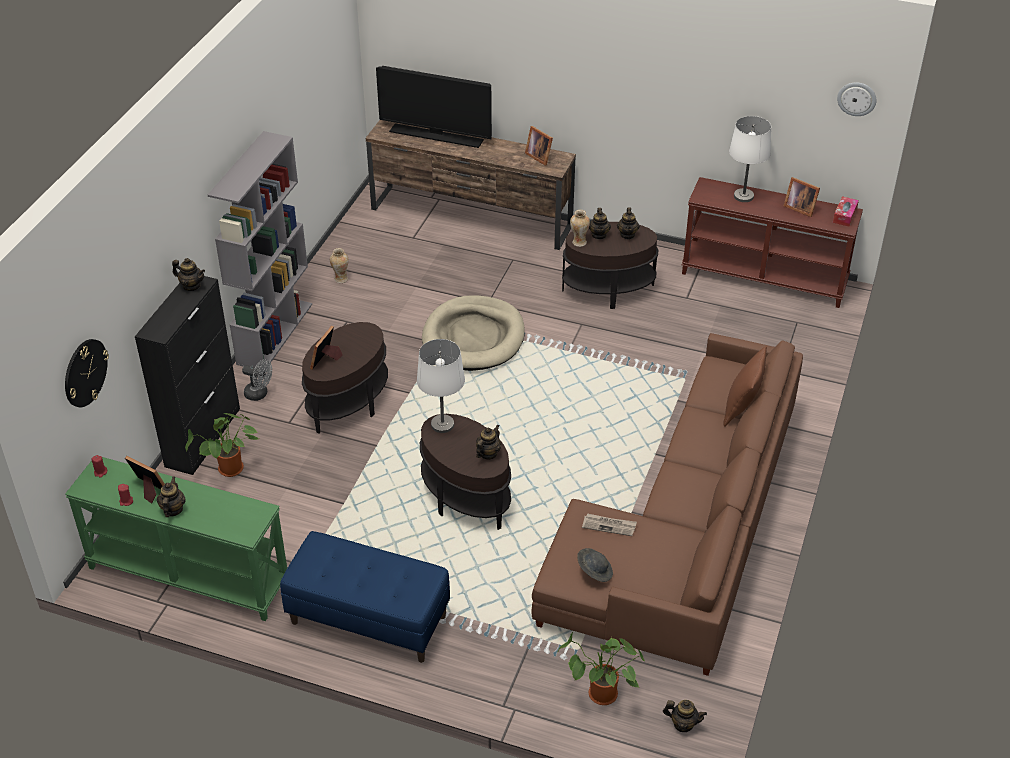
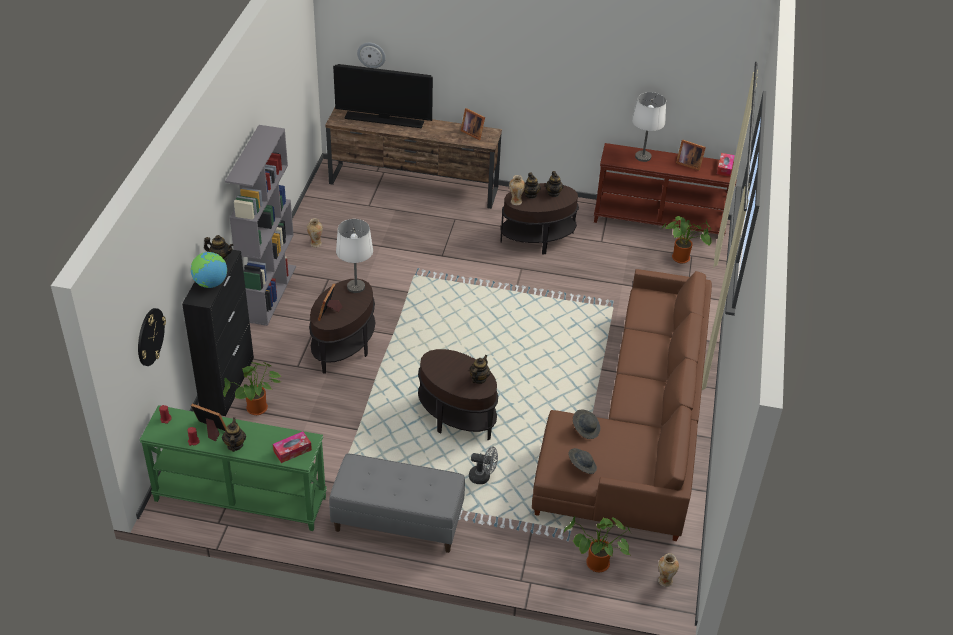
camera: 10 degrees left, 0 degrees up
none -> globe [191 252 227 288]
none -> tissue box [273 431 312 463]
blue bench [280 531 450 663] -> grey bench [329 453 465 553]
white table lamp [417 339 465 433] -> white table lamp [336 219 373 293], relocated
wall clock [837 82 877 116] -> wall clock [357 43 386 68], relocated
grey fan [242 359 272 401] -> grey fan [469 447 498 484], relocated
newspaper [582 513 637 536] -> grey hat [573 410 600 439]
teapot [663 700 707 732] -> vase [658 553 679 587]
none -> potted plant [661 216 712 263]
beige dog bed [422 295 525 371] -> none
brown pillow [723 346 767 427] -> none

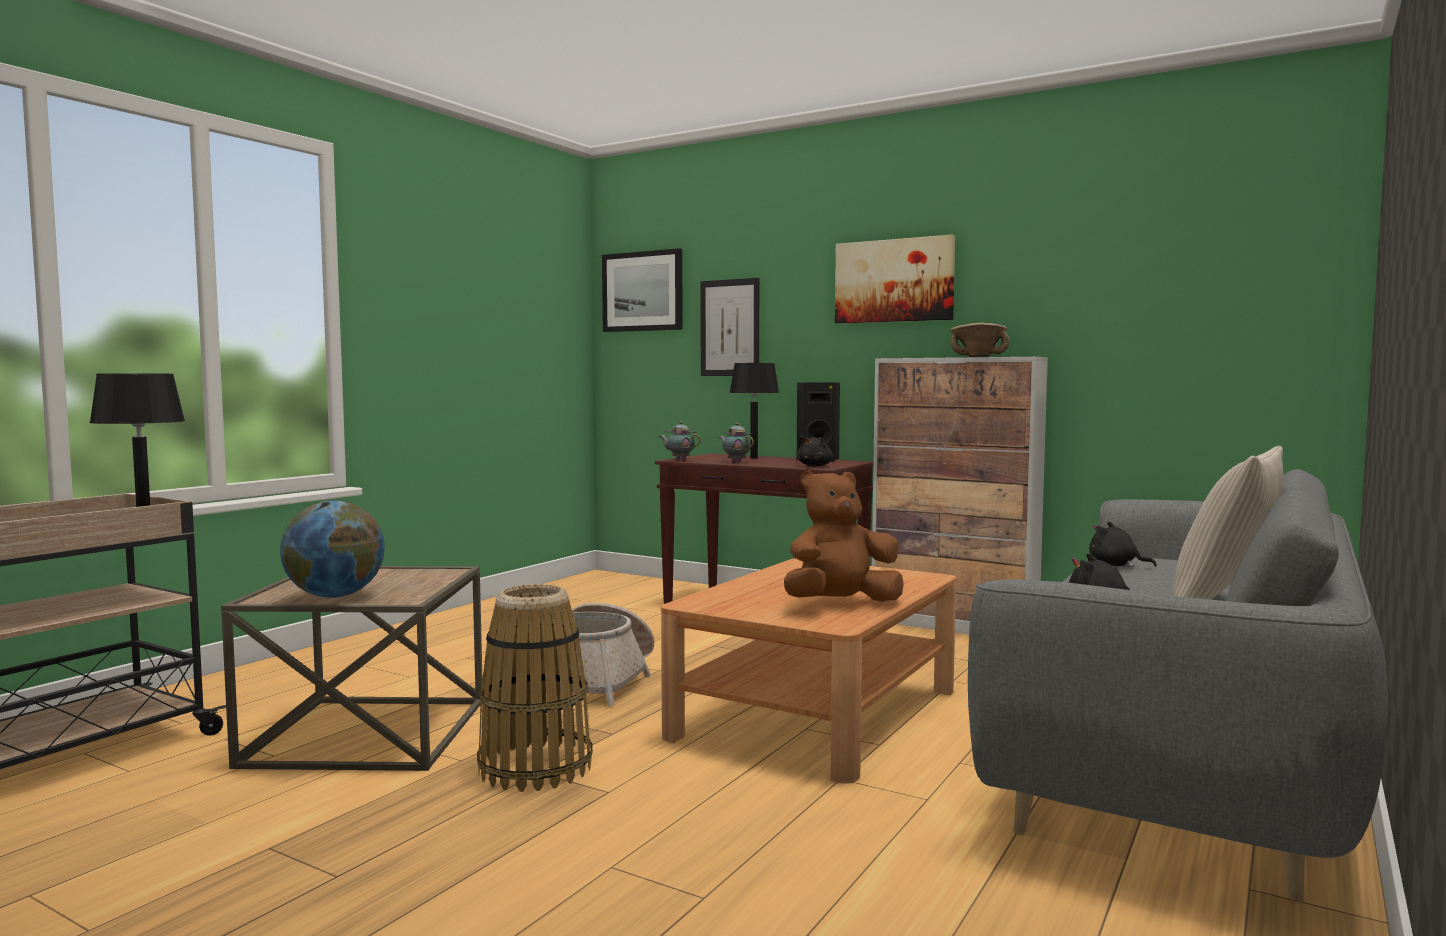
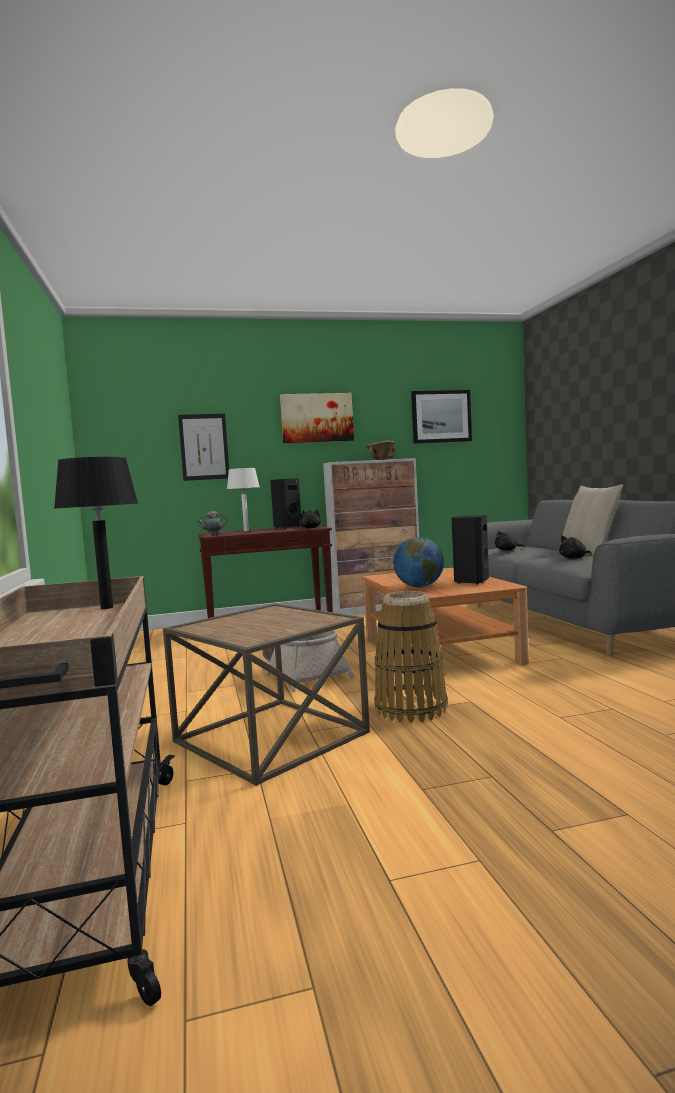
camera: 45 degrees left, 0 degrees up
black table lamp [729 363 779 459] -> white table lamp [227 468 260 531]
globe [280 501 385 598] -> globe [393 537 444 587], relocated
picture [602 248 683 332] -> picture [411 390 472 443], relocated
brown plush toy [784 470 904 602] -> black speaker [452 515 489 584]
teapot [719 423 754 462] -> none

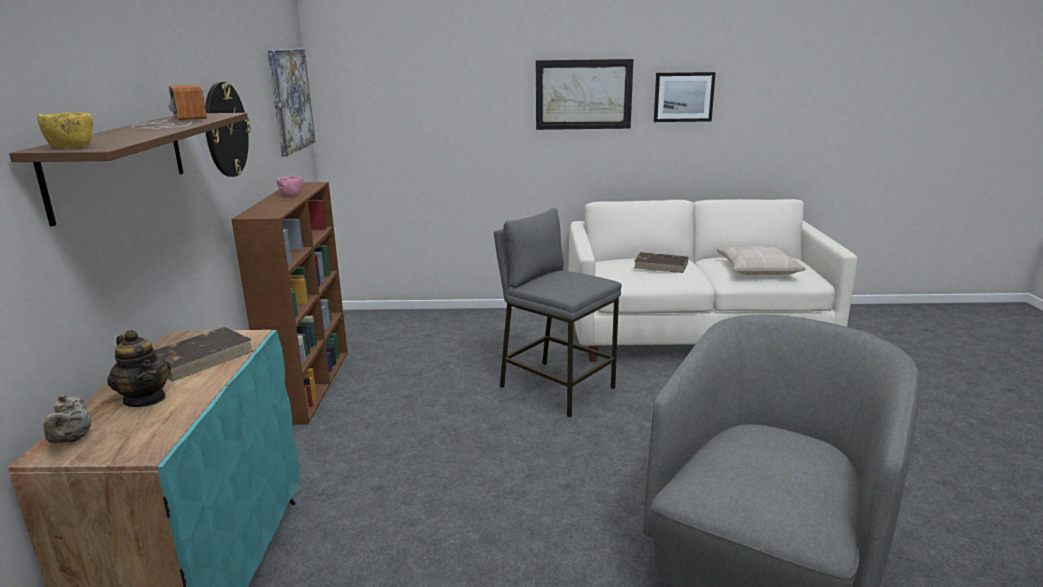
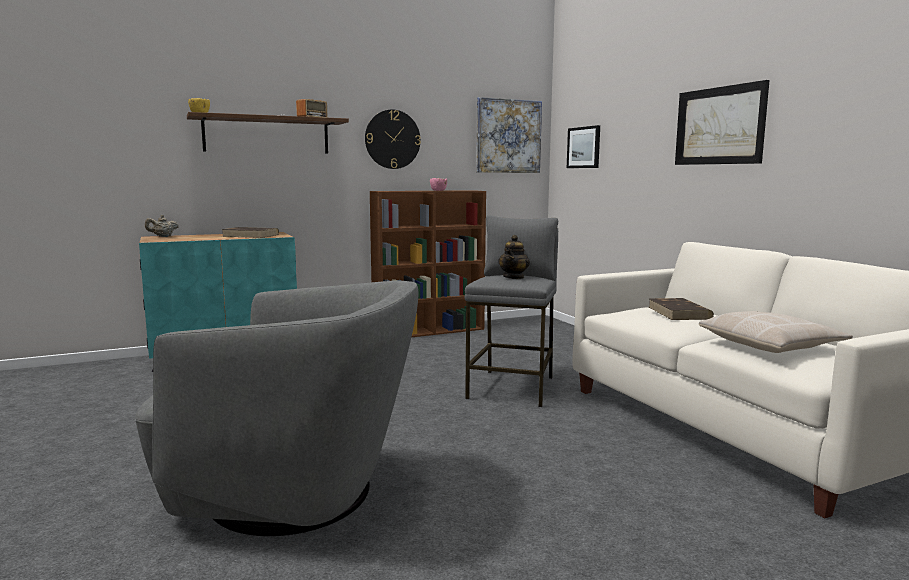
camera: 65 degrees right, 10 degrees down
teapot [107 330 171 407] -> teapot [498 235 530 279], relocated
picture [654 72 716 122] -> picture [567 125 600 168], relocated

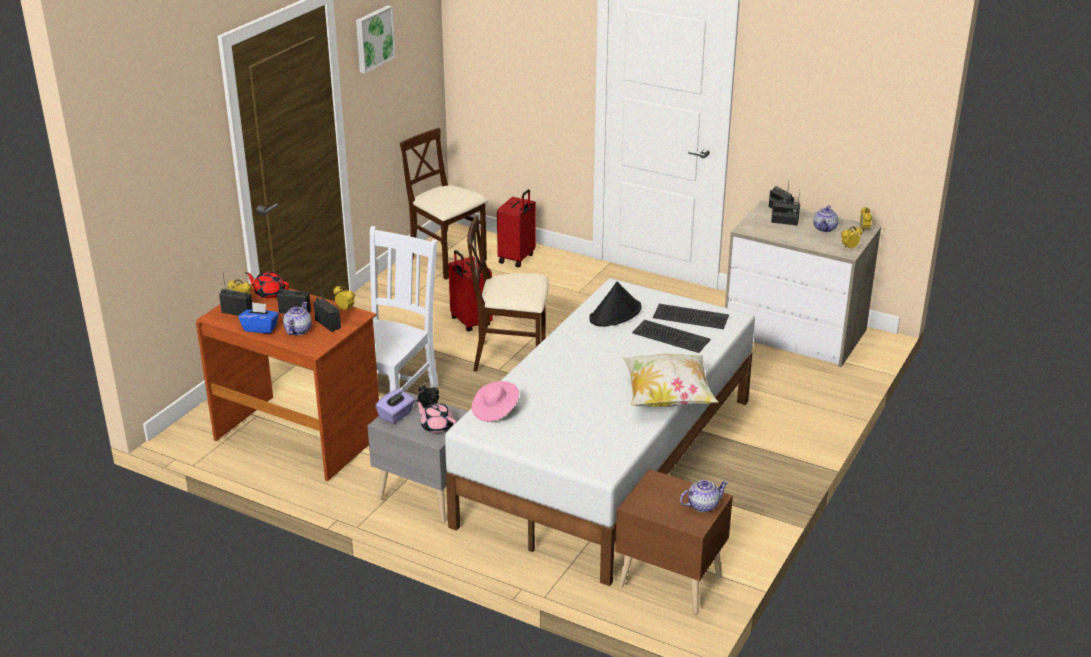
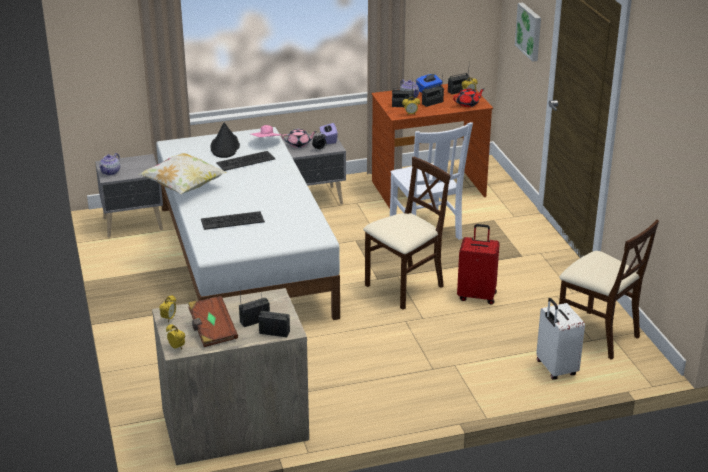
camera: 135 degrees right, 0 degrees up
brown nightstand [615 469 733 614] -> grey nightstand [95 154 163 238]
teapot [813 205 838 232] -> brown book [188 296 238 347]
black hat [589 282 642 327] -> black hat [211 122 240 158], relocated
keyboard [653 304 729 329] -> keyboard [216 151 275 171], relocated
picture [356 6 396 73] -> picture [515 3 541 62], relocated
red suitcase [497 189 536 267] -> white suitcase [536 298 585 380]
beige chair [400 128 487 280] -> beige chair [559 220 659 360], 45 degrees clockwise

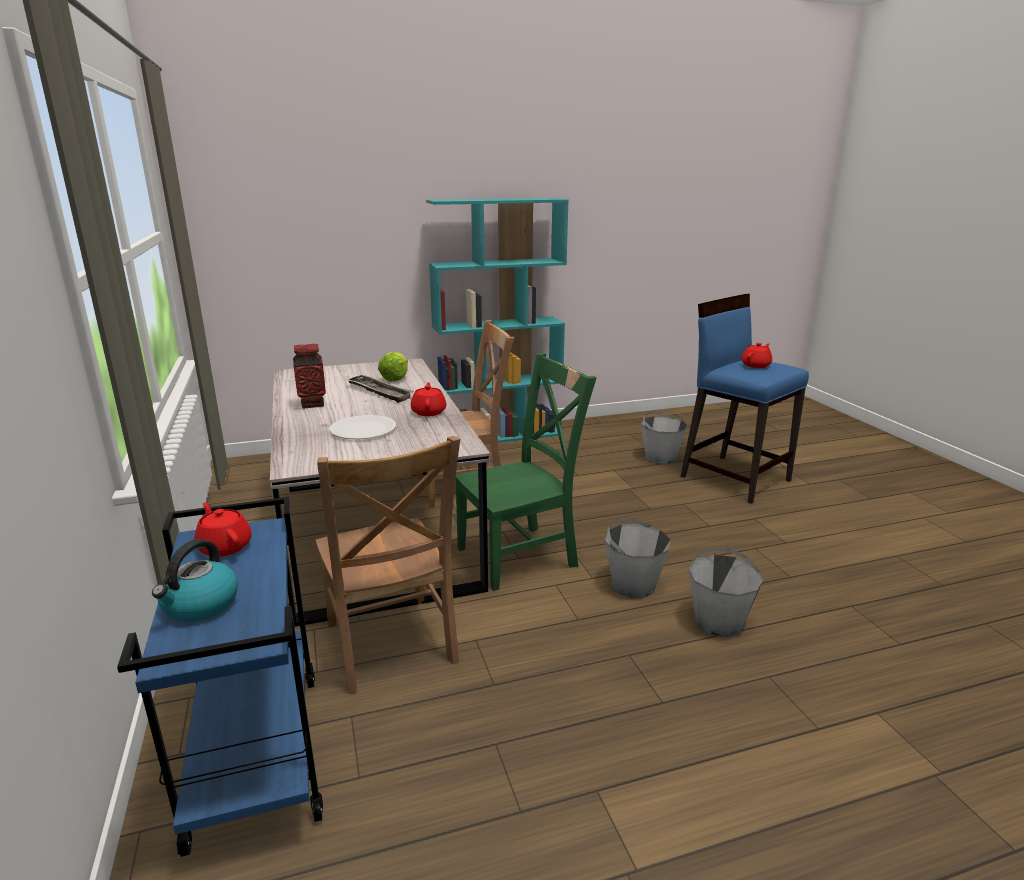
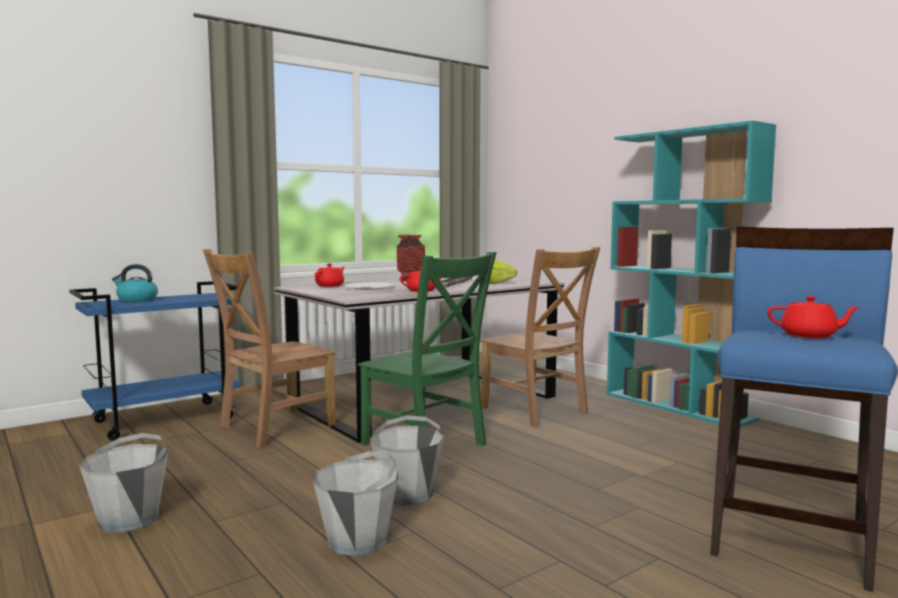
camera: 70 degrees right, 15 degrees down
grey bucket [641 411 687 464] -> grey bucket [79 433 169 533], relocated
red teapot [194 502 252 557] -> red teapot [315 264 345 287], relocated

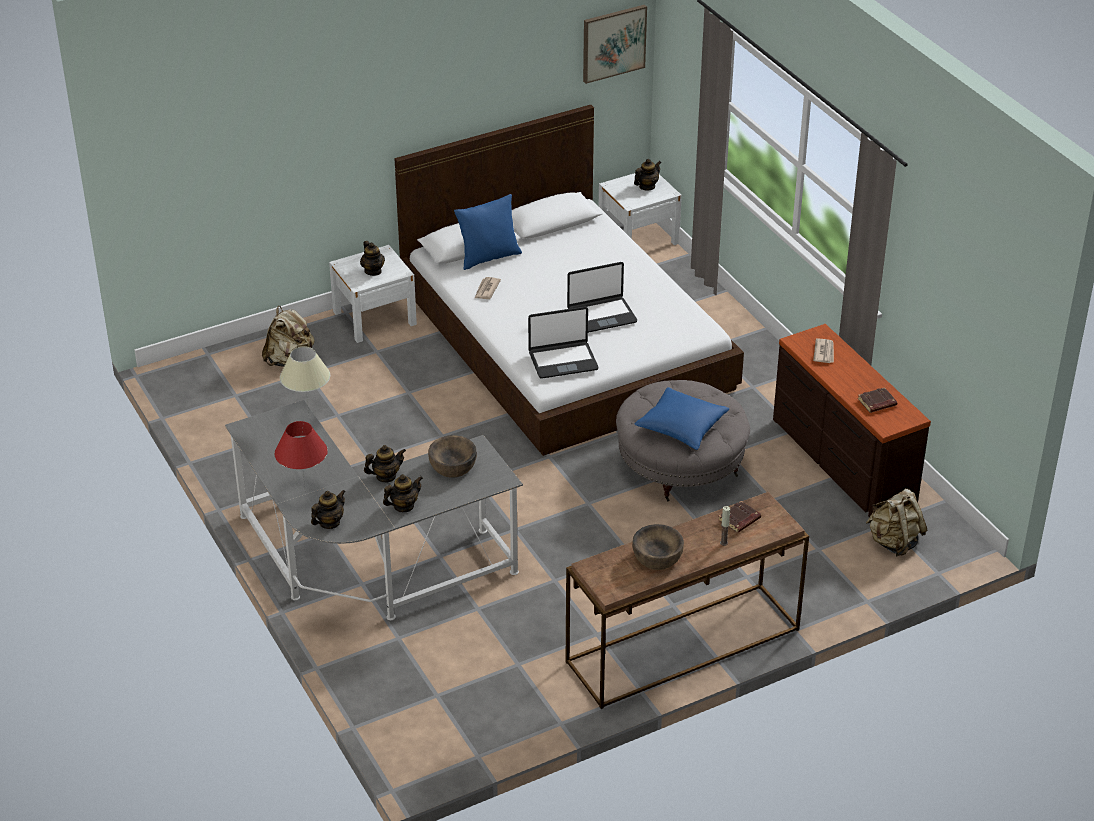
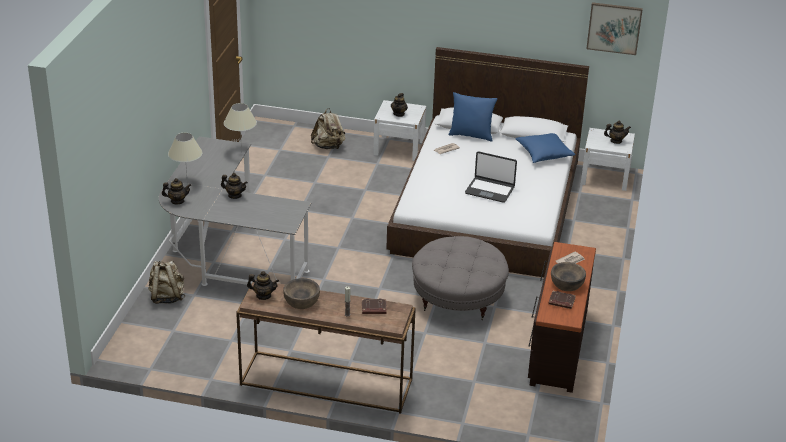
camera: 40 degrees right, 5 degrees down
beige backpack [866 489 927 556] -> beige backpack [148 261 185 304], relocated
red table lamp [275 421 328 490] -> beige table lamp [168 133 203 174]
teapot [383 474 423 512] -> teapot [247 271 279 300], relocated
blue pillow [634 387 729 450] -> blue pillow [515 133 575 163], relocated
brown bowl [428 435 477 478] -> brown bowl [551 262 586 291], relocated
laptop [528 307 598 379] -> none

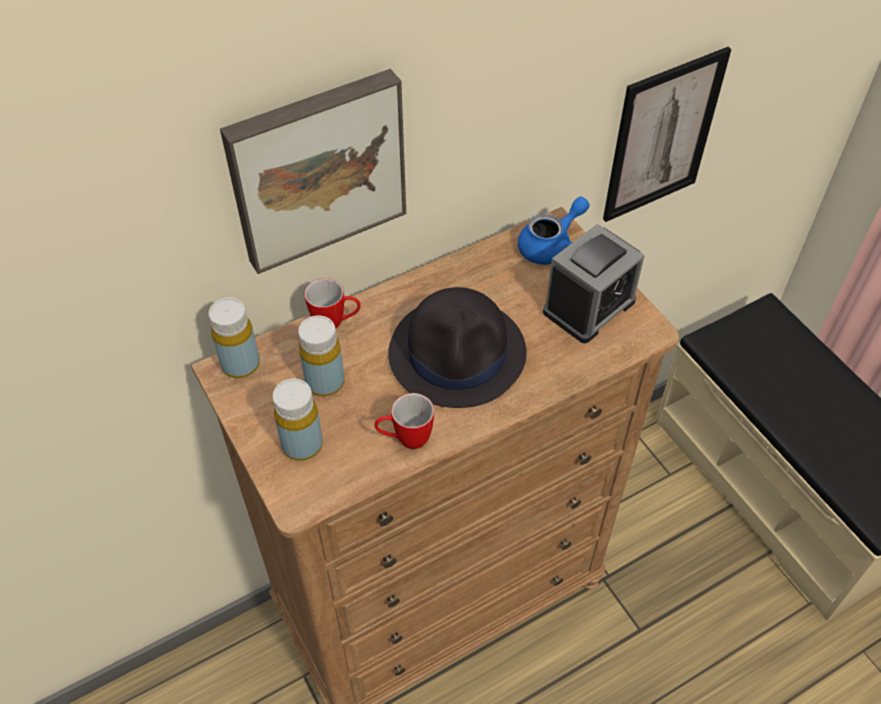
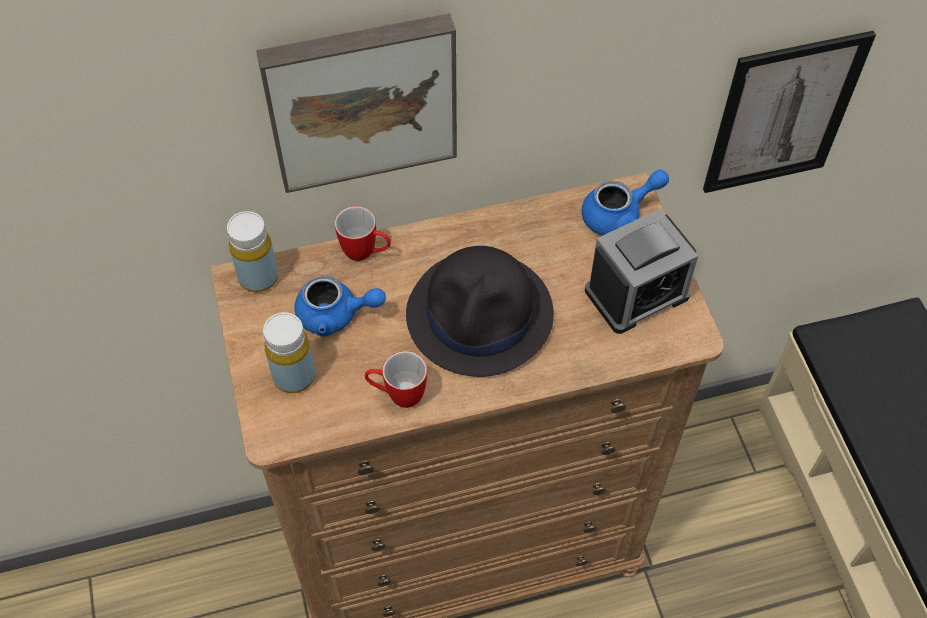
camera: 15 degrees right, 5 degrees up
yellow bottle [298 315 344 396] -> blue teapot [294 275 386 336]

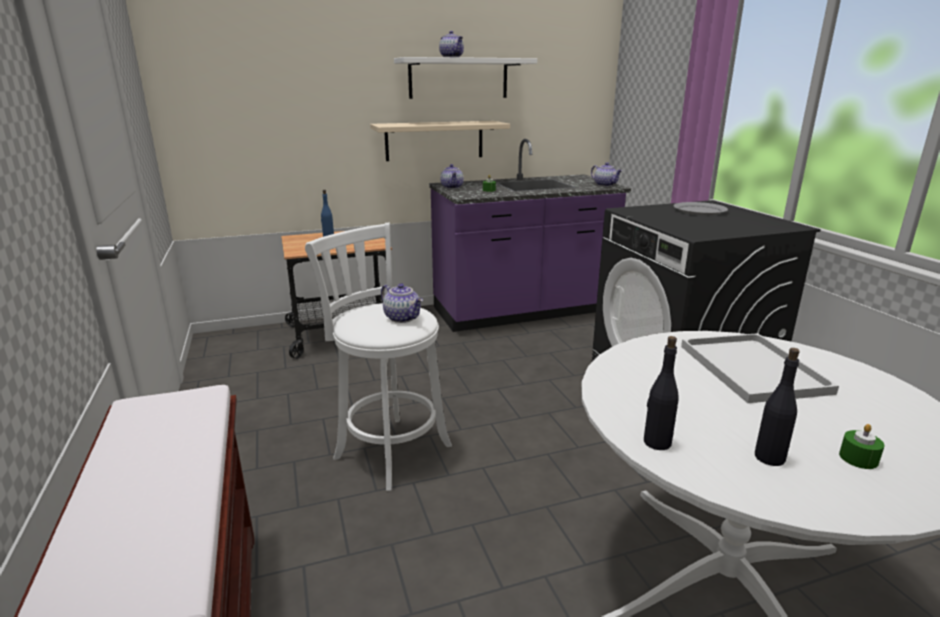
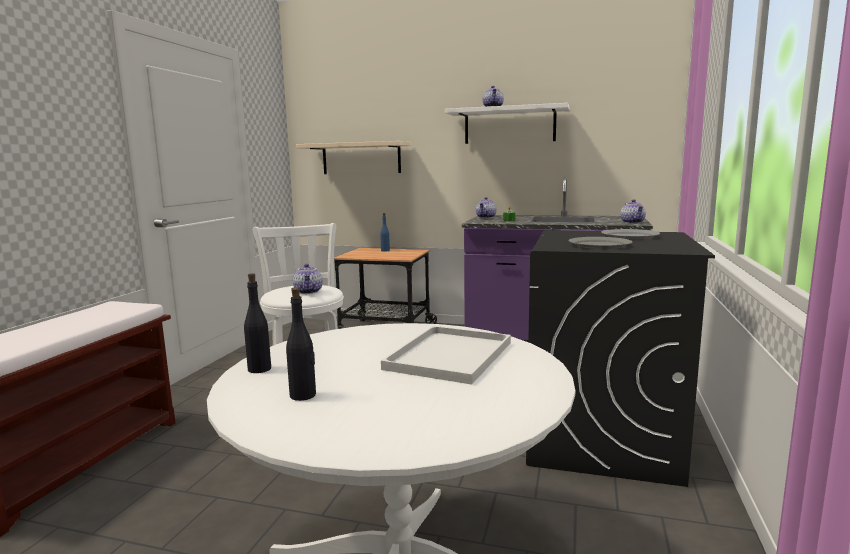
camera: 35 degrees right, 10 degrees down
beige shelf [370 121 510 161] -> beige shelf [296 141 411 174], relocated
none -> grey plate [569 237 632 249]
green candle [839 424 885 469] -> none

